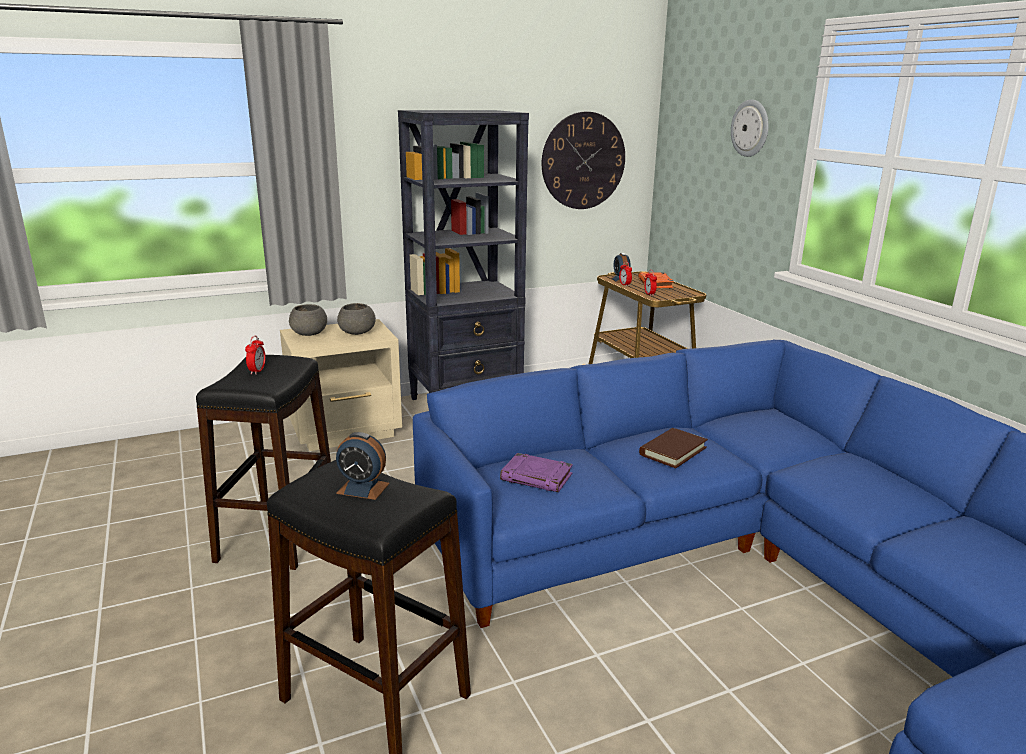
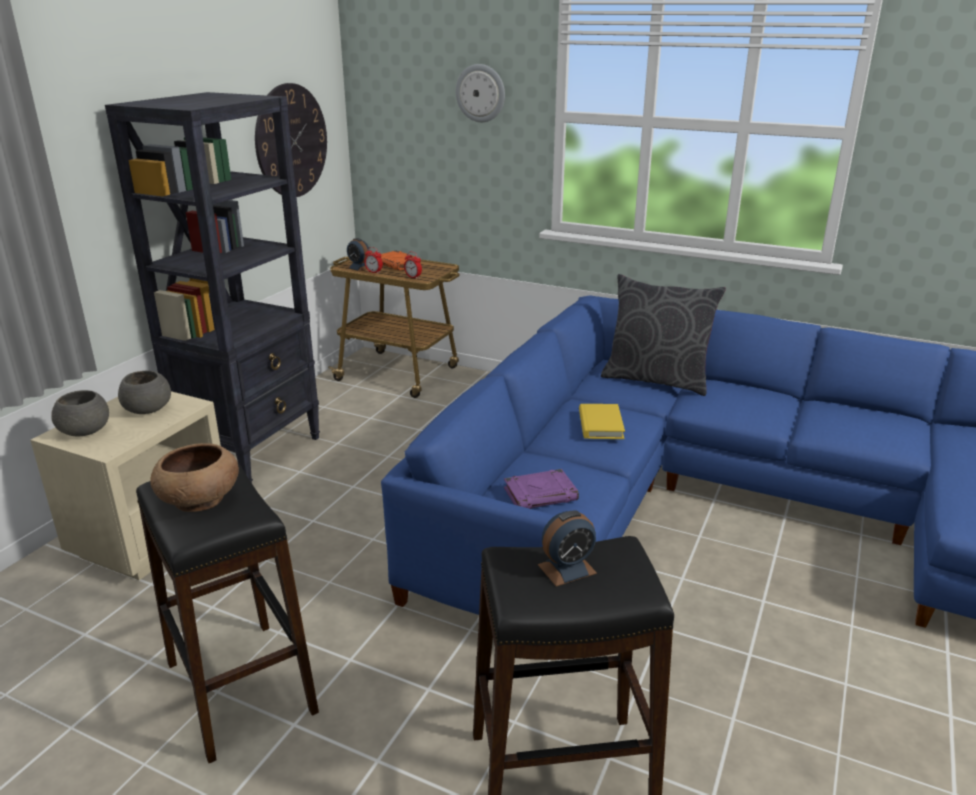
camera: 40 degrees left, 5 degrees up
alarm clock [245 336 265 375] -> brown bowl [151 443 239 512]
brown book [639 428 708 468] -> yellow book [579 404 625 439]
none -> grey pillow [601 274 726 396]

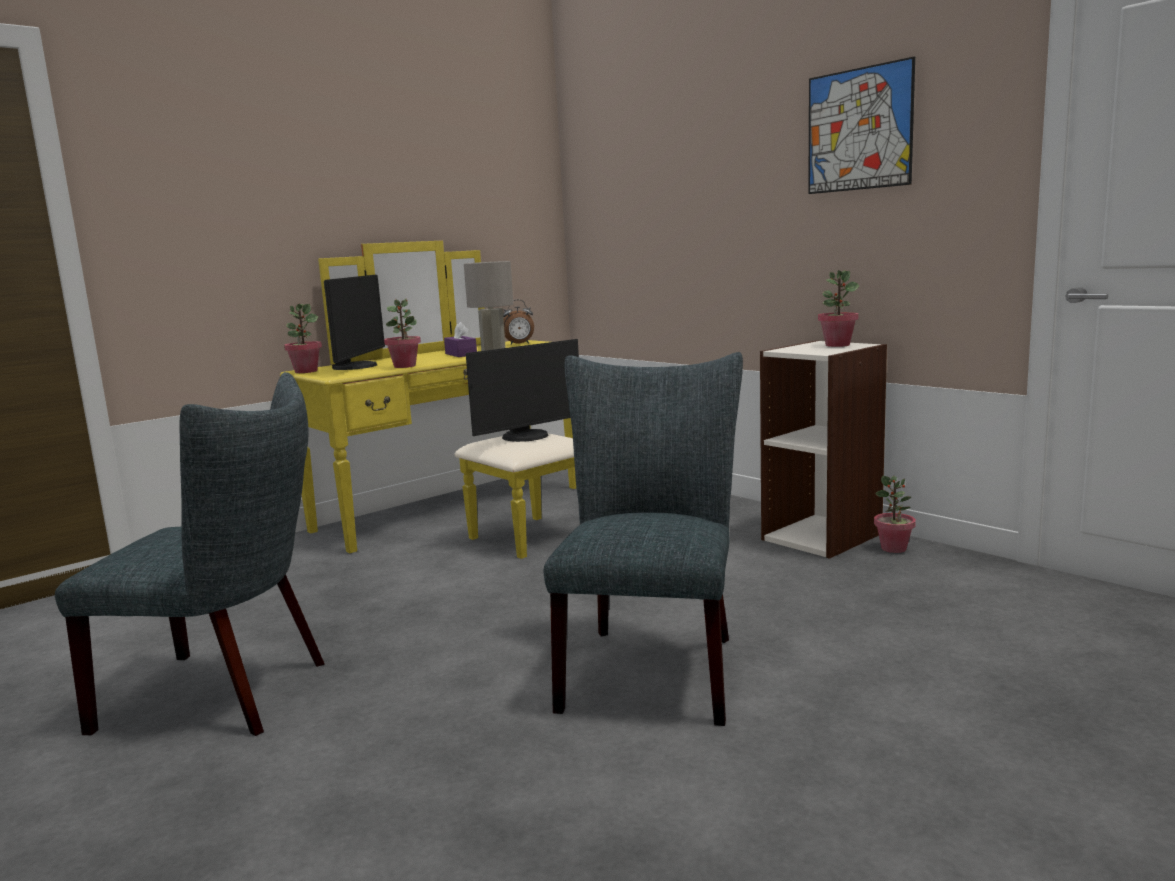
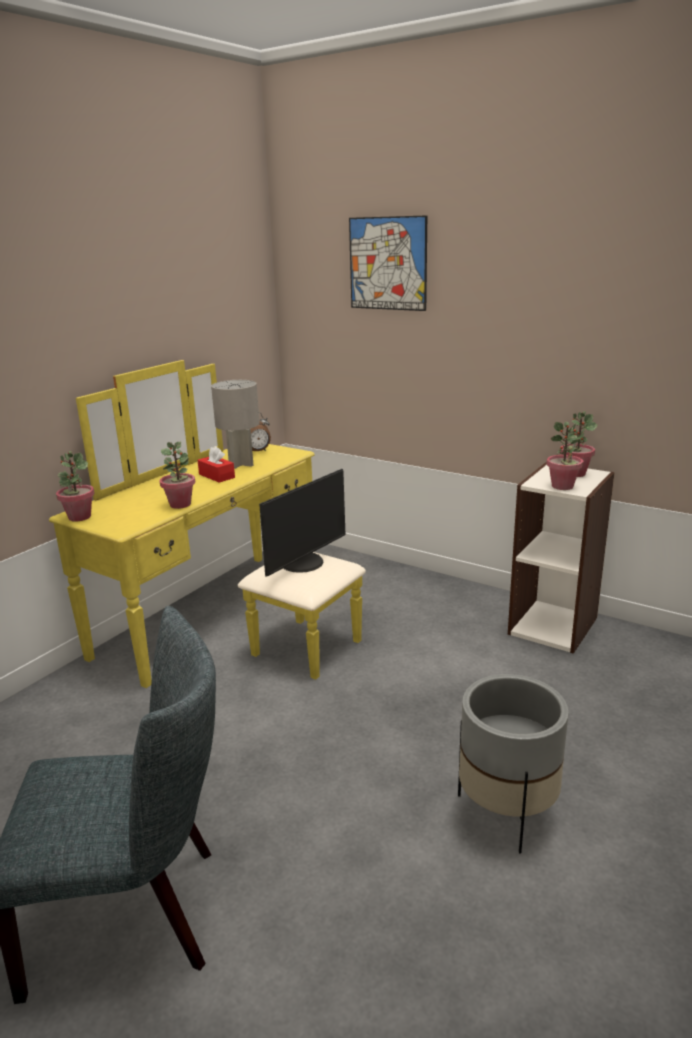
camera: 15 degrees left, 10 degrees up
purple tissue box [444 322 477 357] -> red tissue box [198 446 235 483]
picture [808 57 915 194] -> picture [349 215 427 311], relocated
grey chair [544 352 743 726] -> grey planter [458 674 569 854]
potted plant [874 476 916 553] -> potted plant [546 421 583 490], relocated
monitor [324 275 385 370] -> none

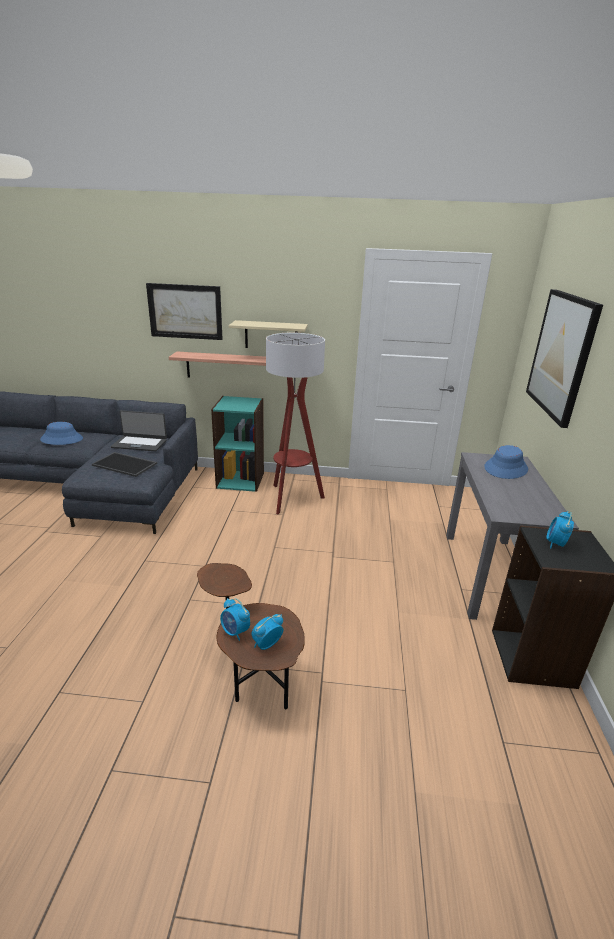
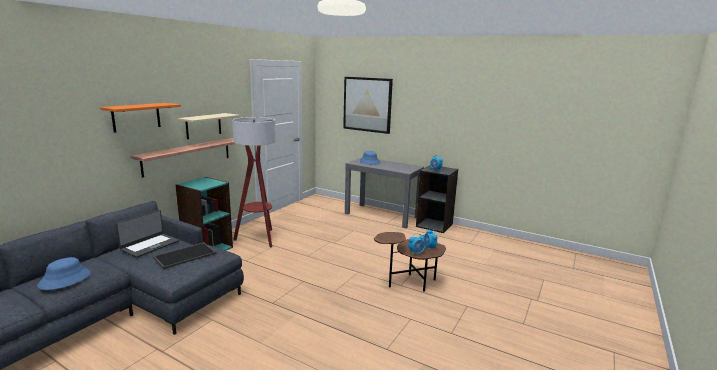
camera: 65 degrees left, 10 degrees down
picture [146 283 223 340] -> orange shelf [100 103 181 133]

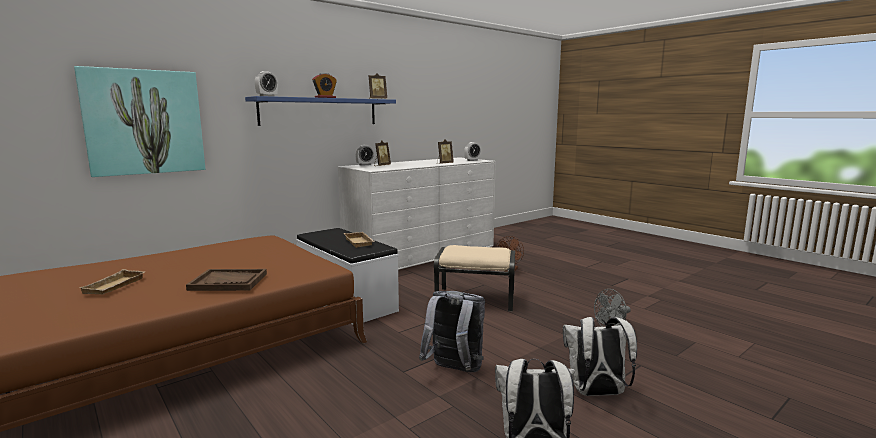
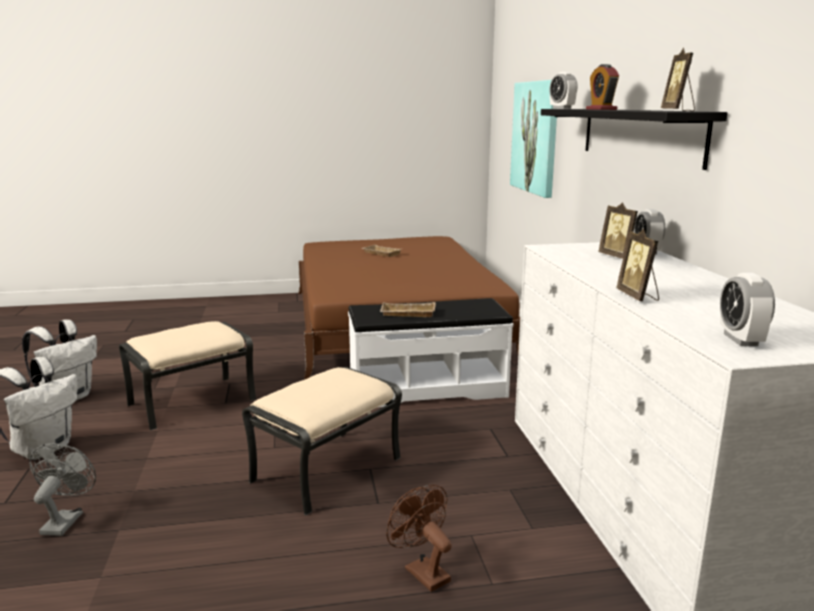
camera: 120 degrees right, 5 degrees up
grey backpack [419 291 485 372] -> beige ottoman [119 321 256 431]
blue shelf [245 96 396 126] -> black shelf [541 109 728 170]
brown tray [186 269 267 291] -> none

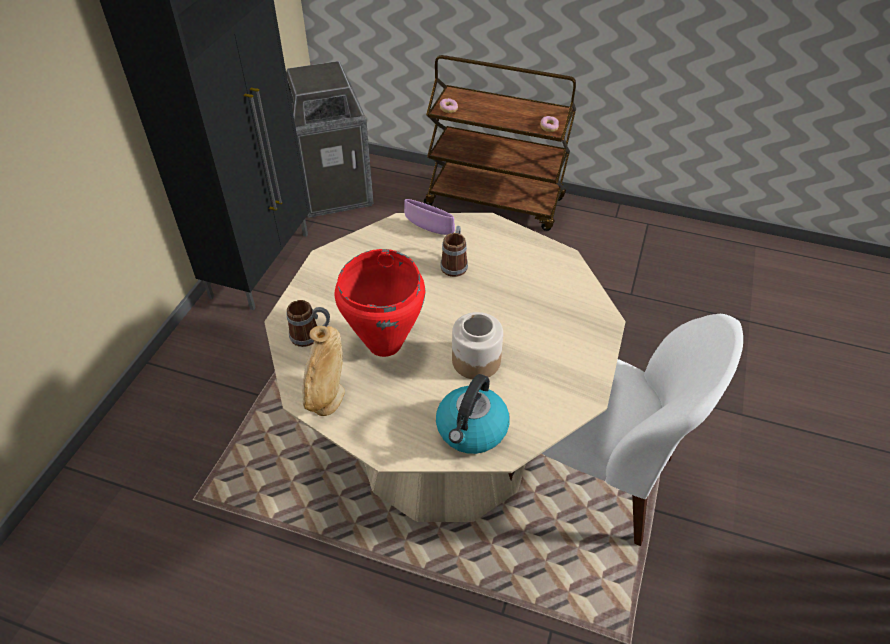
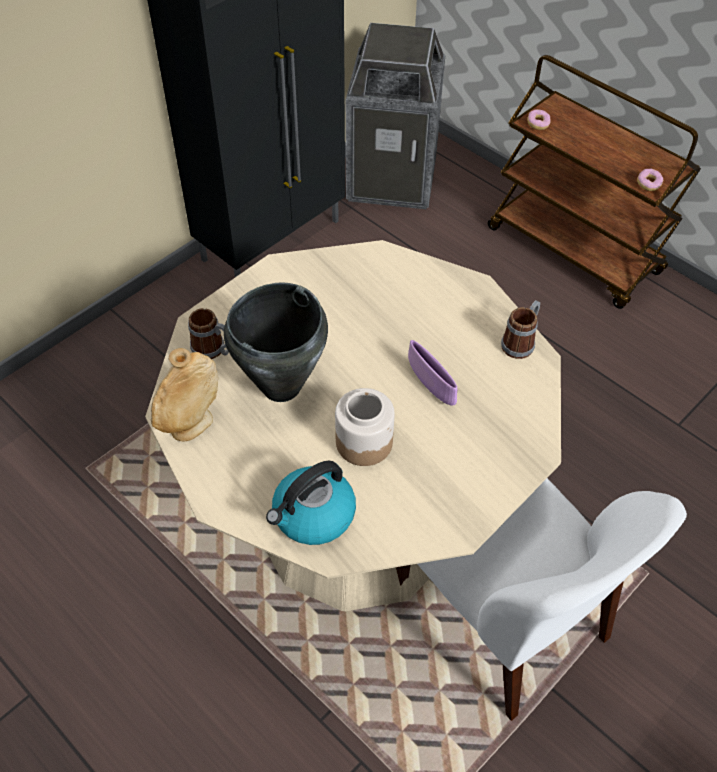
camera: 25 degrees right, 5 degrees up
red cooking pot [335 249 425 357] -> black cooking pot [224 282 328 402]
purple bowl [404 199 455 235] -> purple bowl [408 340 457 406], relocated
mug [440 226 468 277] -> mug [501 300 540 359], relocated

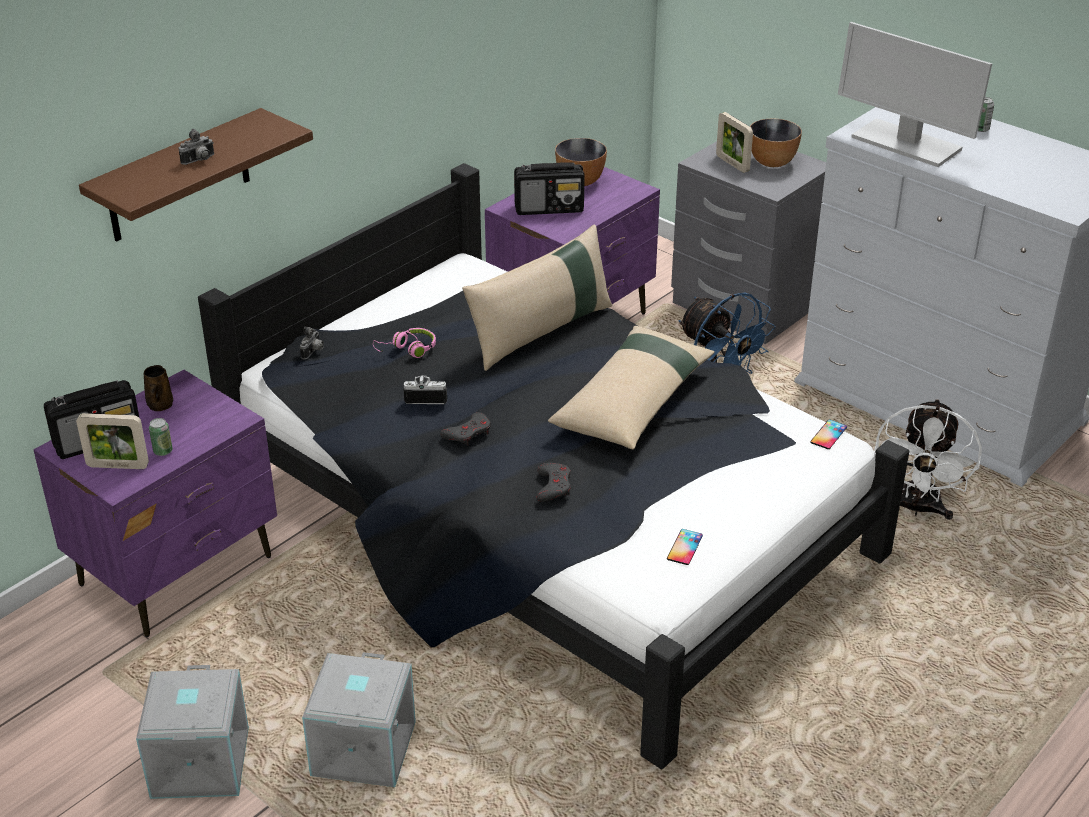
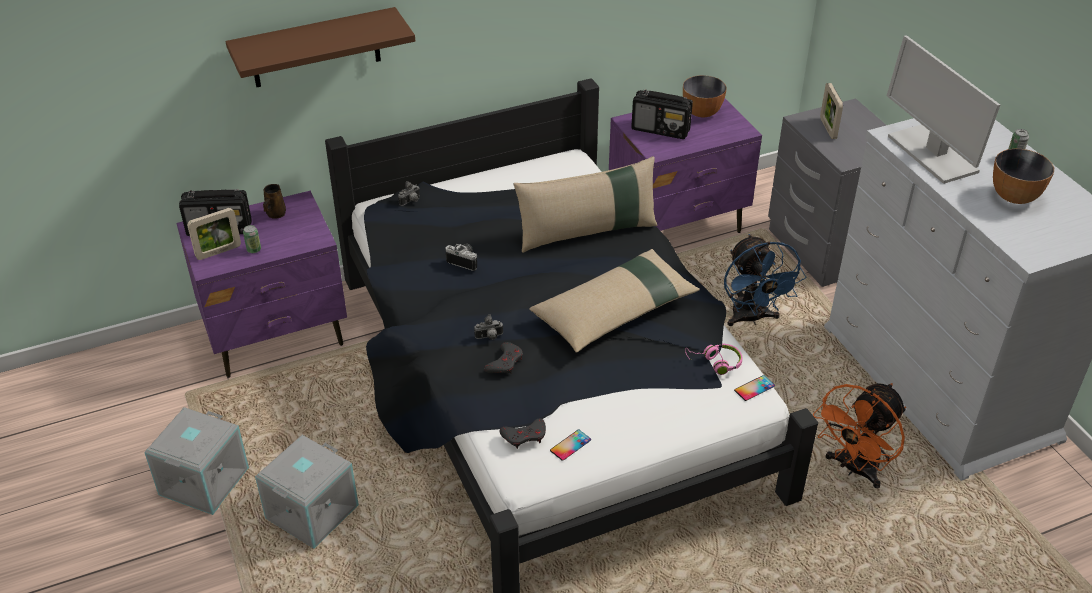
camera: 25 degrees right, 5 degrees up
picture frame [76 413 149 469] -> picture frame [187 208 241 260], 60 degrees counterclockwise
photo camera [179 129 214 165] -> photo camera [474 314 504 340], relocated
grey game controller [440 412 491 446] -> grey game controller [500 419 546 449], relocated
pink headphones [373 328 436 358] -> pink headphones [685 344 743 375], relocated
white fan [874 398 982 520] -> orange fan [813 383 906 488]
bowl [750 118 802 167] -> bowl [993 149 1054 204], relocated

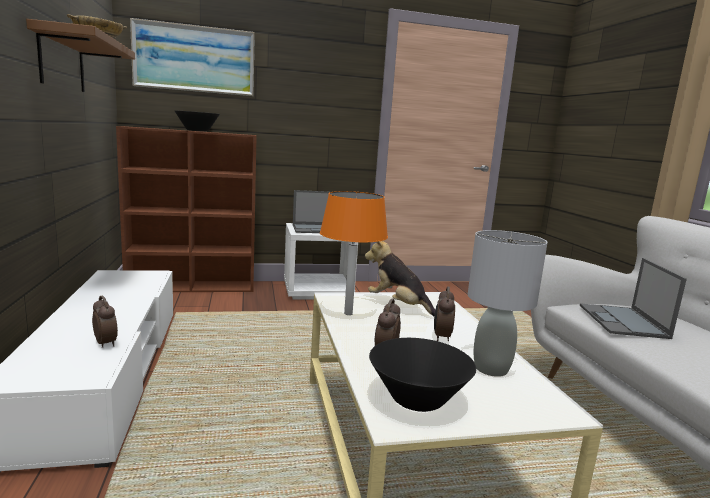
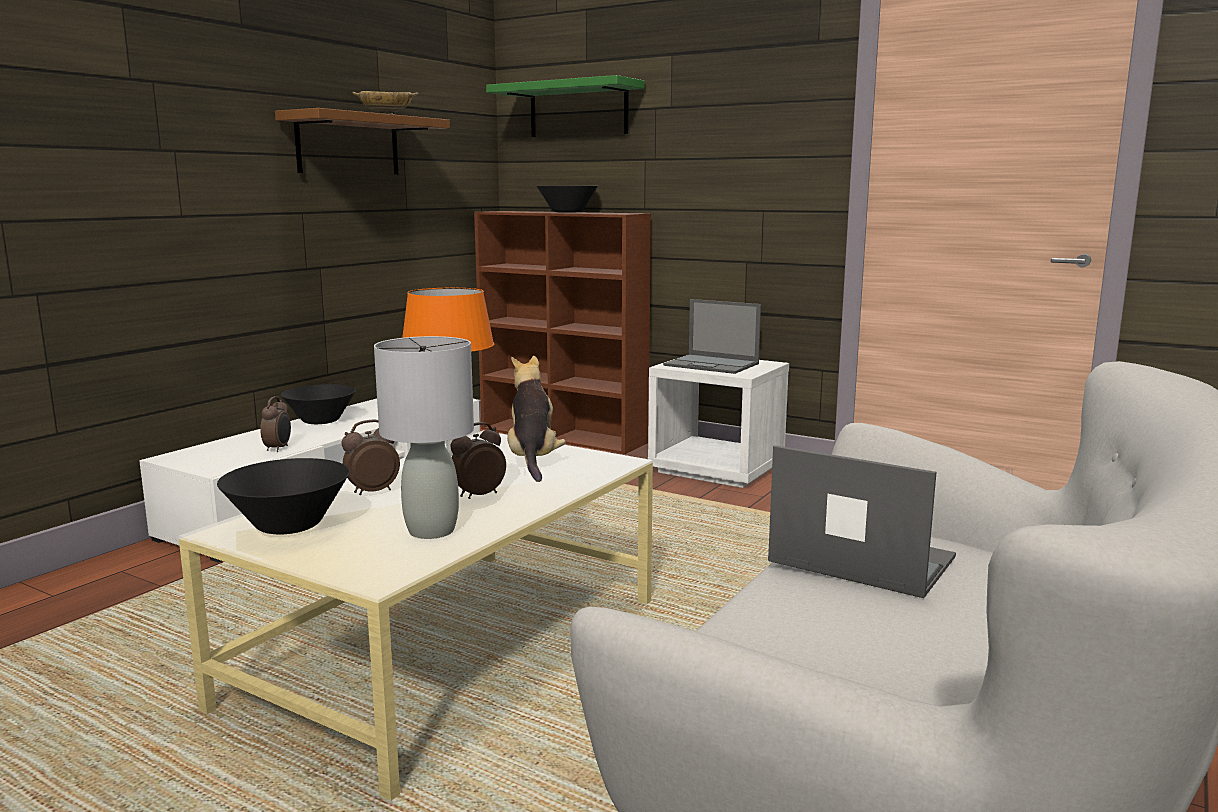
camera: 45 degrees right, 0 degrees up
none -> black bowl [281 384 356 424]
picture [130 18 255 96] -> green shelf [486 75 645 137]
laptop [580 258 687 339] -> laptop [768 445 956 598], 75 degrees clockwise

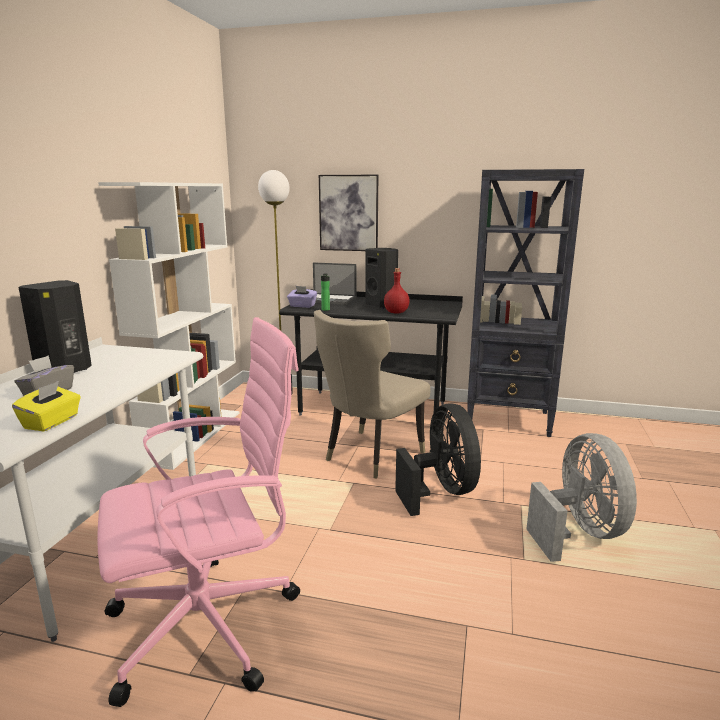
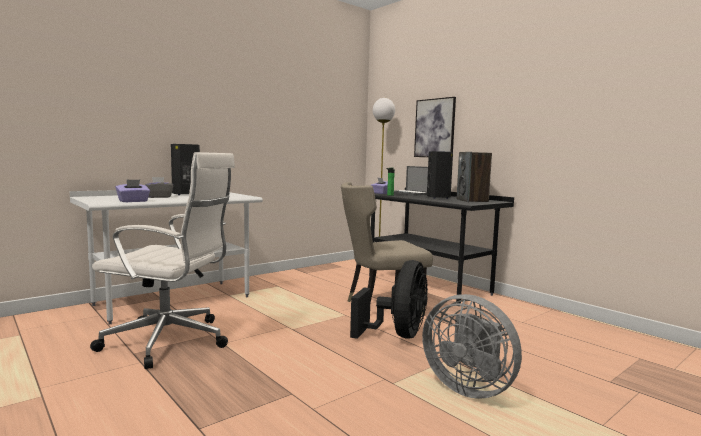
camera: 35 degrees right, 10 degrees down
pink office chair [97 317 300 707] -> white office chair [90 152 235 369]
yellow tissue box [12 381 81 432] -> purple tissue box [116 179 150 202]
grey fan [527 433 637 562] -> grey fan [422 294 522 399], 105 degrees clockwise
none -> speaker [457 152 492 202]
white bookcase [98 182 239 470] -> none
red bottle [384 268 410 314] -> none
black bookcase [467 169 584 437] -> none

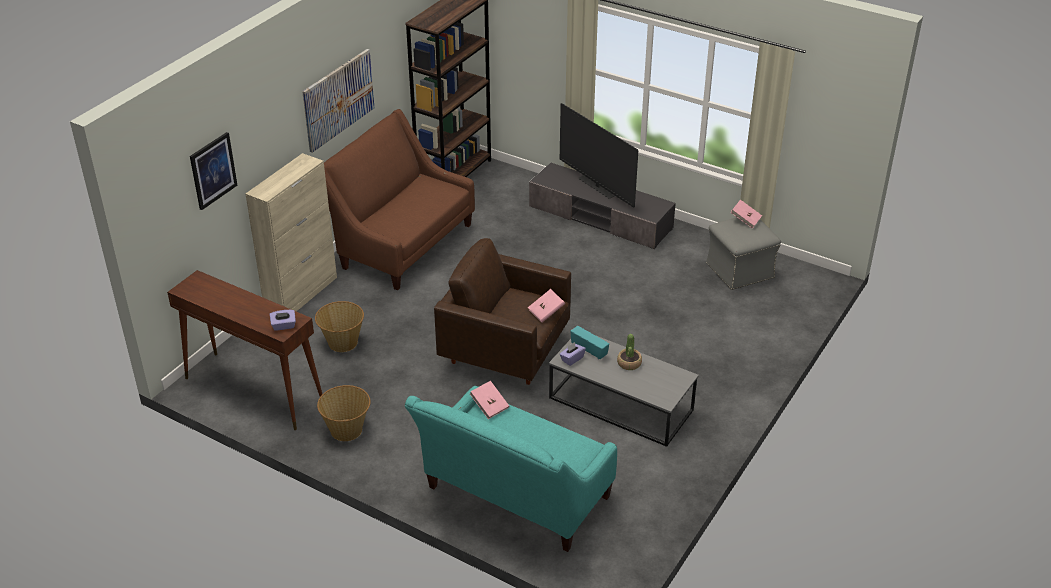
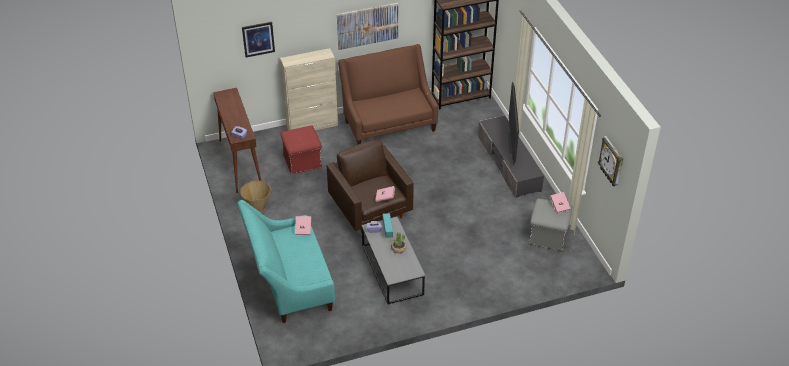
camera: 40 degrees right, 5 degrees up
basket [315 301 364 352] -> red ottoman [280 126 322 174]
none -> wall clock [598 136 623 186]

